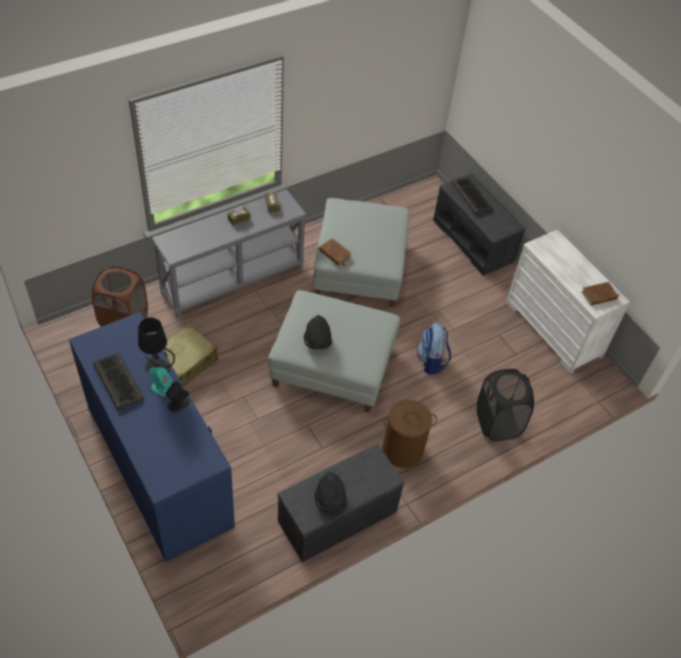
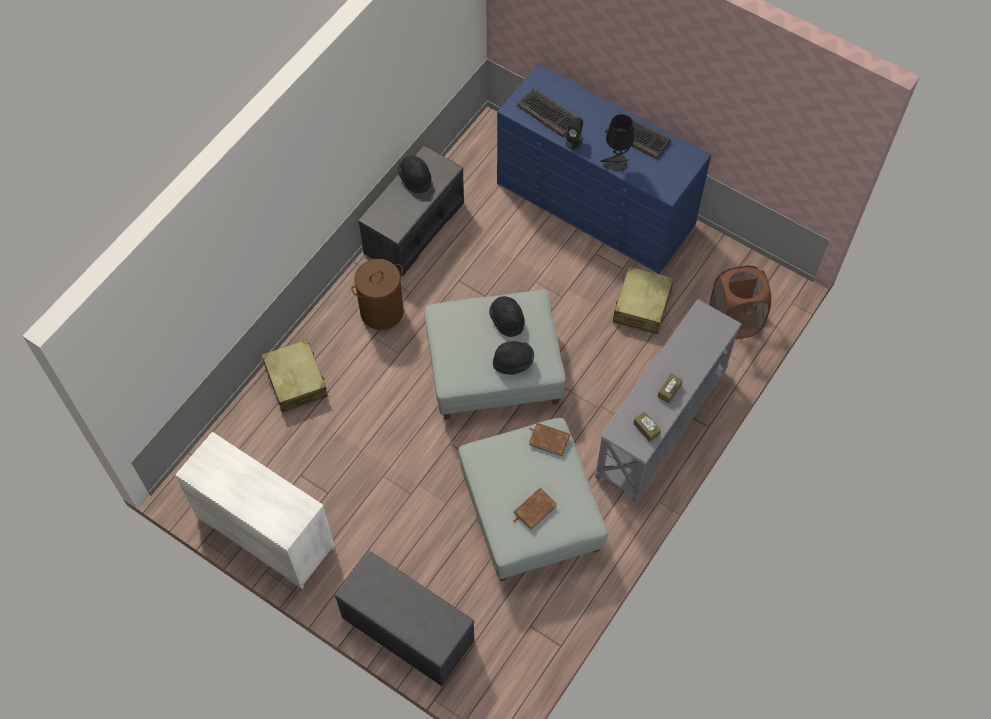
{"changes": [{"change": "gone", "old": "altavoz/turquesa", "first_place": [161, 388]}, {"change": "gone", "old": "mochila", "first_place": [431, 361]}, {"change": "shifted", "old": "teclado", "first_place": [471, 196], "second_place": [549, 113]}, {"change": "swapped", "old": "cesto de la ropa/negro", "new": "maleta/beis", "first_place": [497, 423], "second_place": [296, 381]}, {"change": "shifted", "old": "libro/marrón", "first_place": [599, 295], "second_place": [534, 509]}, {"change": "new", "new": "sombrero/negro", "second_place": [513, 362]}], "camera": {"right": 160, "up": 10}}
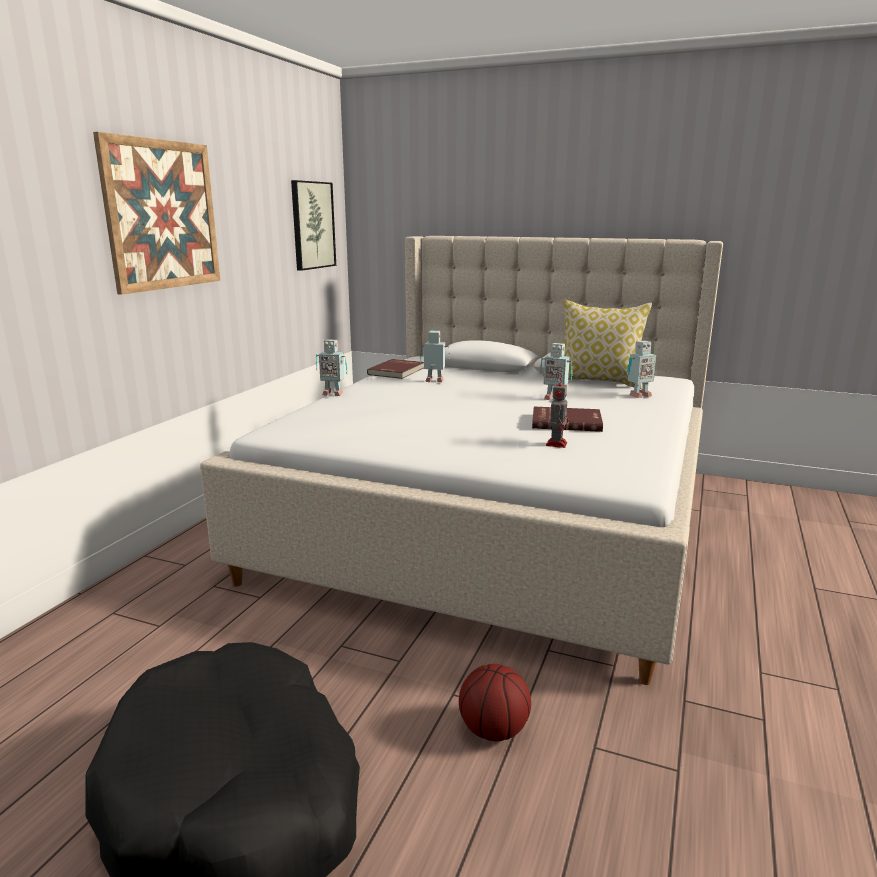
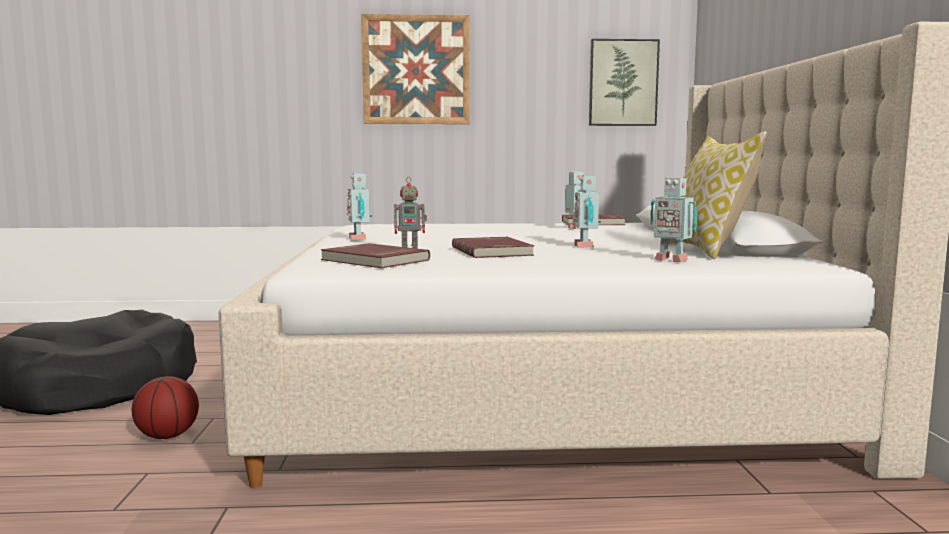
{"changes": [{"change": "shifted", "old": "robot de juguete", "first_place": [332, 394], "second_place": [359, 239]}, {"change": "new", "new": "libro/rojo", "second_place": [373, 260]}], "camera": {"right": 65, "up": -10}}
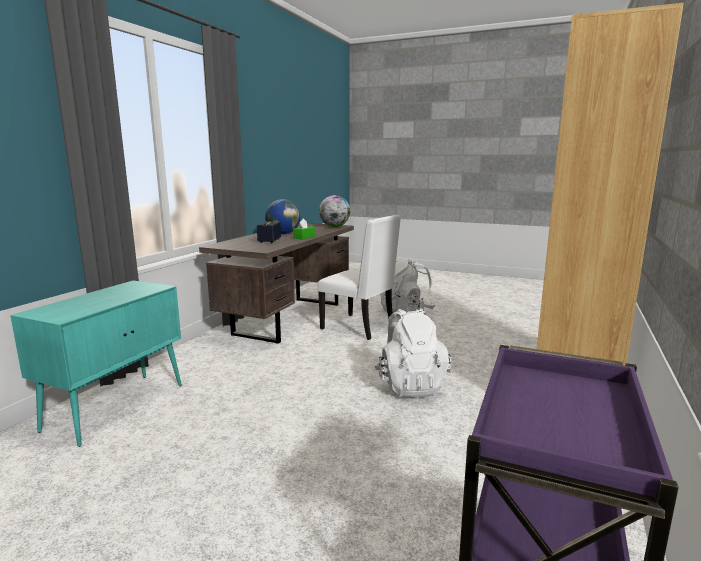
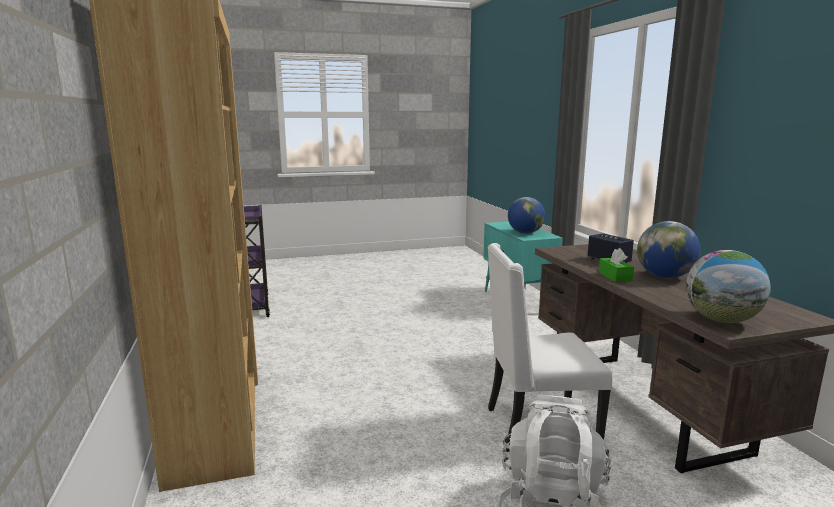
{"changes": [{"change": "gone", "old": "mochila/blanco", "first_place": [410, 385]}, {"change": "new", "new": "globo terráqueo", "second_place": [525, 233]}], "camera": {"right": 140, "up": 0}}
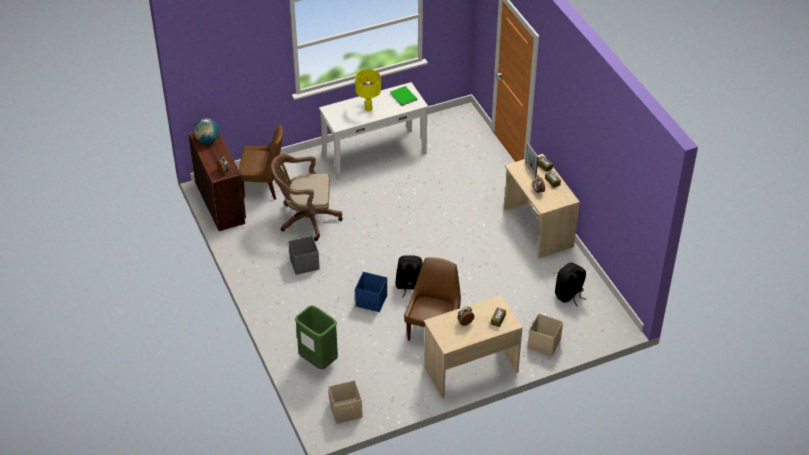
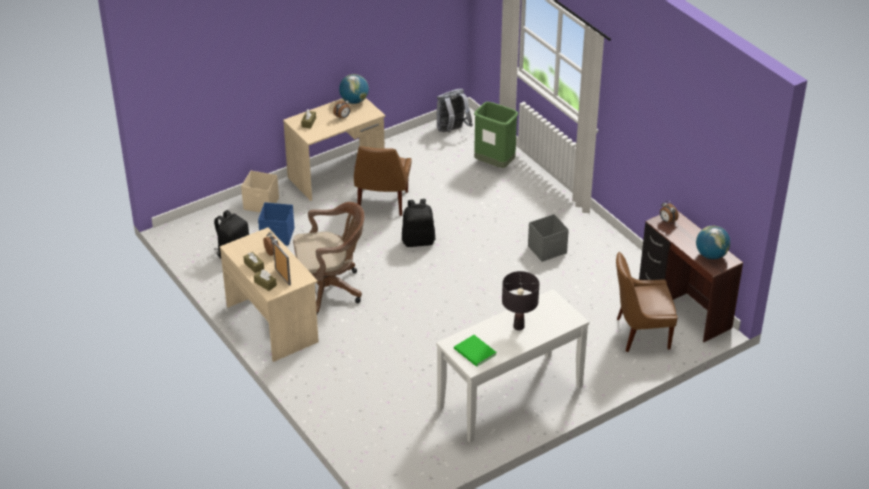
{"changes": [{"change": "shifted", "old": "silla de oficina/marrón", "first_place": [306, 219], "second_place": [329, 289]}, {"change": "swapped", "old": "caja de almacenaje/beis", "new": "mochila/gris", "first_place": [346, 411], "second_place": [452, 130]}, {"change": "repainted", "old": "lámpara de mesa/amarillo", "new": "lámpara de mesa/negro", "first_place": [368, 109], "second_place": [519, 326]}, {"change": "shifted", "old": "caja de almacenaje/azul", "first_place": [371, 300], "second_place": [278, 236]}, {"change": "new", "new": "globo terráqueo", "second_place": [354, 101]}], "camera": {"right": 170, "up": -5}}
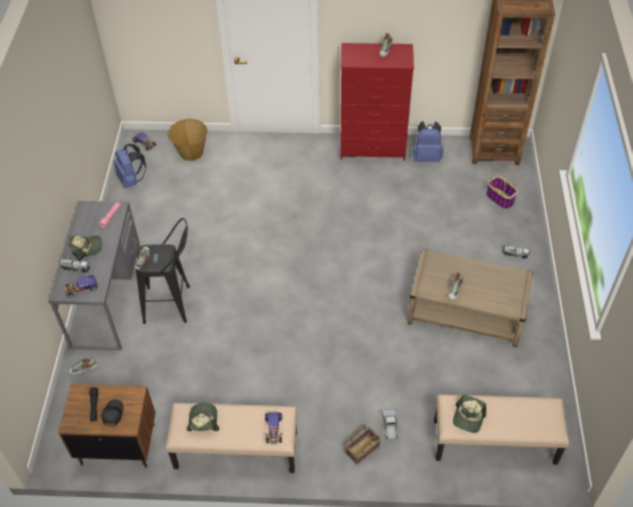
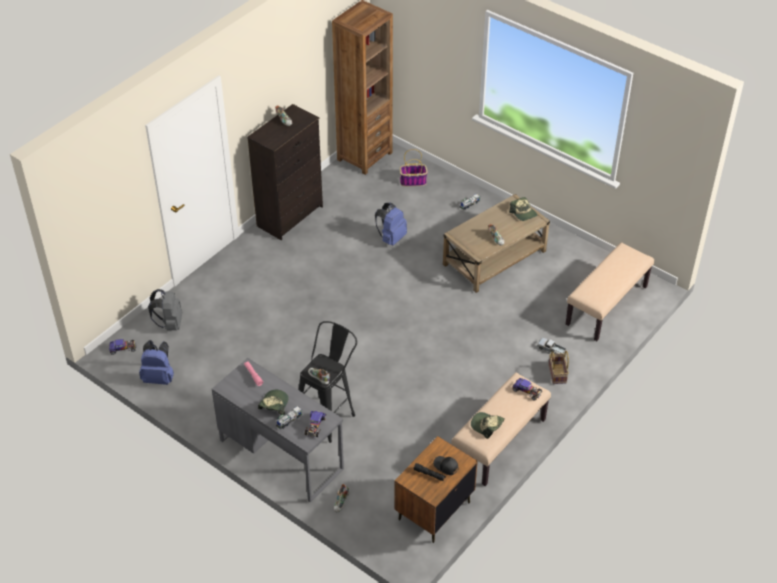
{"changes": [{"change": "swapped", "old": "cesta", "new": "mochila/gris", "first_place": [191, 152], "second_place": [169, 323]}, {"change": "repainted", "old": "cómoda/rojo", "new": "cómoda/negro", "first_place": [373, 149], "second_place": [291, 216]}, {"change": "shifted", "old": "mochila/azul", "first_place": [426, 157], "second_place": [391, 238]}, {"change": "shifted", "old": "gorra", "first_place": [468, 417], "second_place": [523, 213]}], "camera": {"right": -55, "up": -5}}
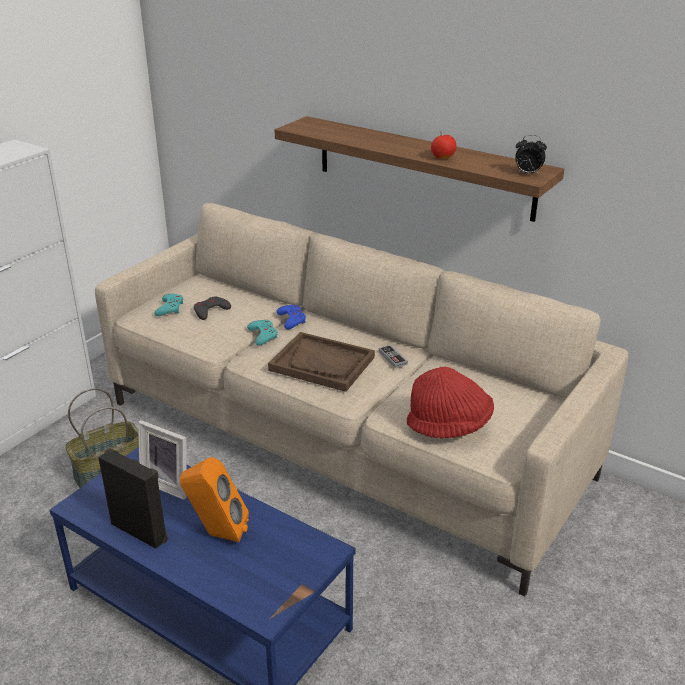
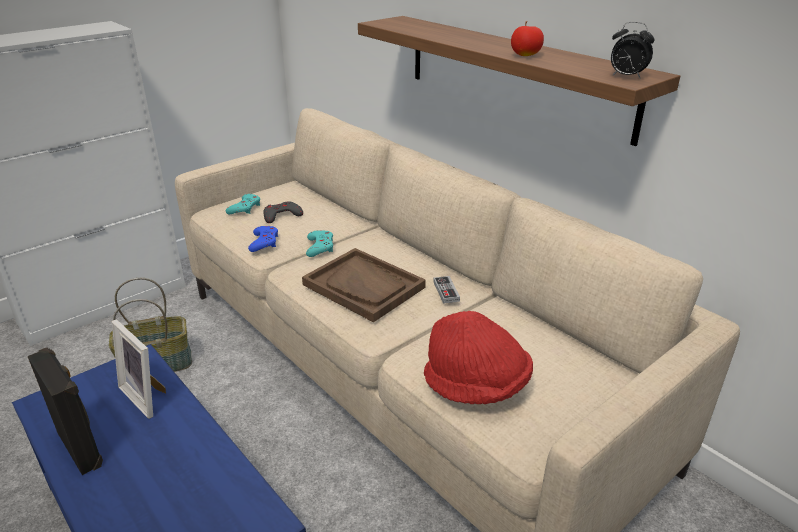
{"changes": [{"change": "gone", "old": "altavoz/naranja", "first_place": [217, 534]}, {"change": "shifted", "old": "mando de consola/azul", "first_place": [291, 320], "second_place": [264, 242]}], "camera": {"right": 15, "up": 0}}
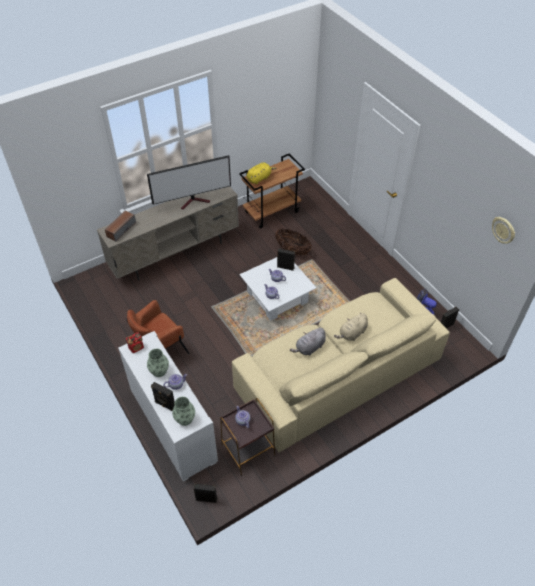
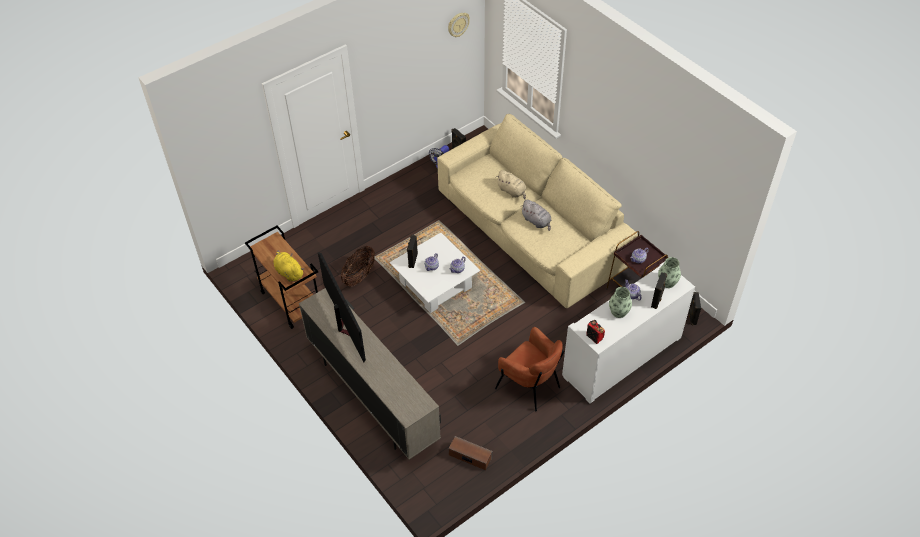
{"changes": [{"change": "shifted", "old": "altavoz", "first_place": [121, 229], "second_place": [470, 457]}], "camera": {"right": -95, "up": 0}}
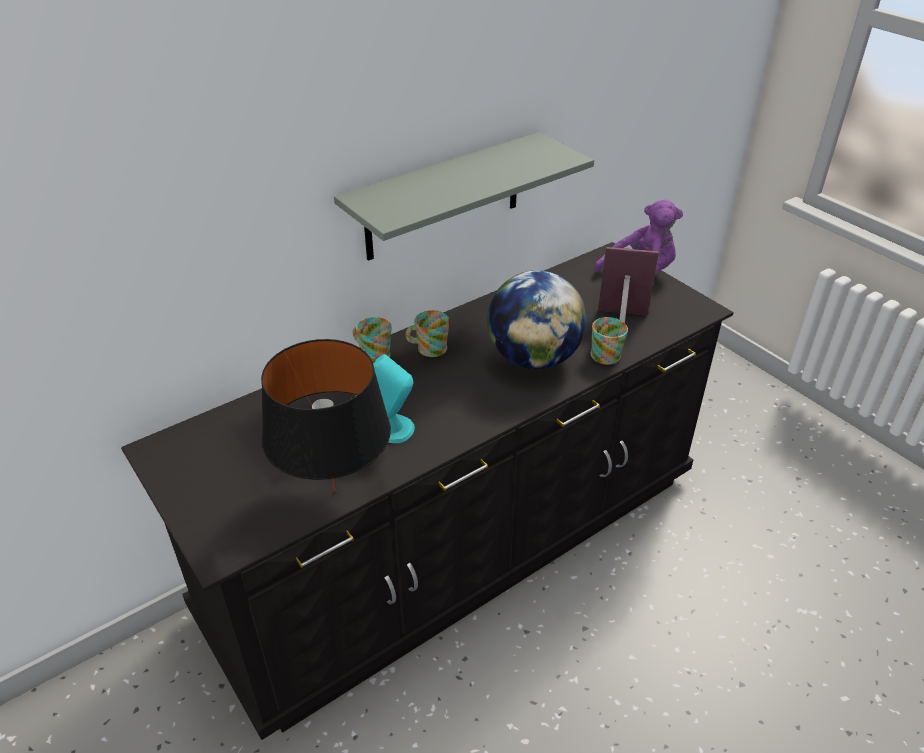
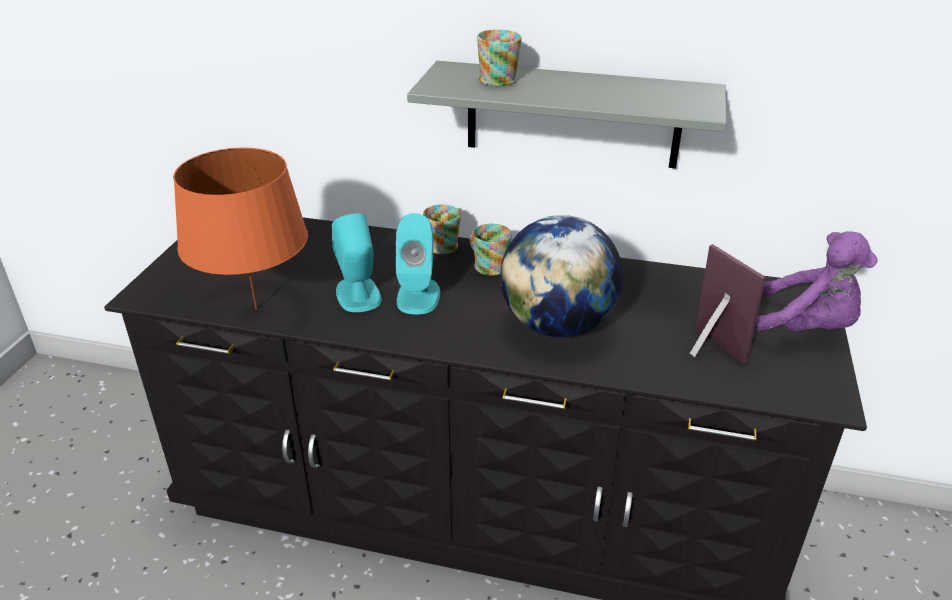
{"changes": [{"change": "repainted", "old": "lámpara de mesa/negro", "new": "lámpara de mesa/naranja", "first_place": [335, 490], "second_place": [256, 308]}, {"change": "shifted", "old": "taza grande", "first_place": [603, 353], "second_place": [501, 78]}, {"change": "new", "new": "altavoz/turquesa", "second_place": [418, 296]}], "camera": {"right": 50, "up": -5}}
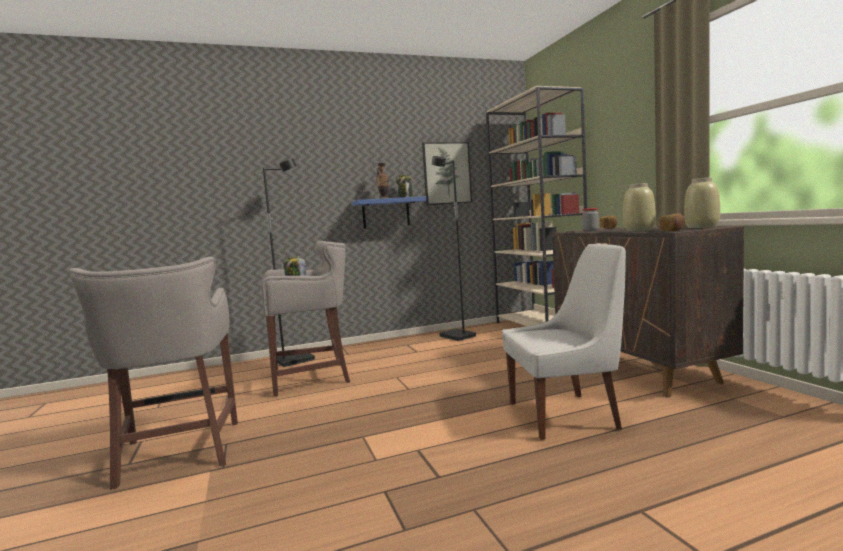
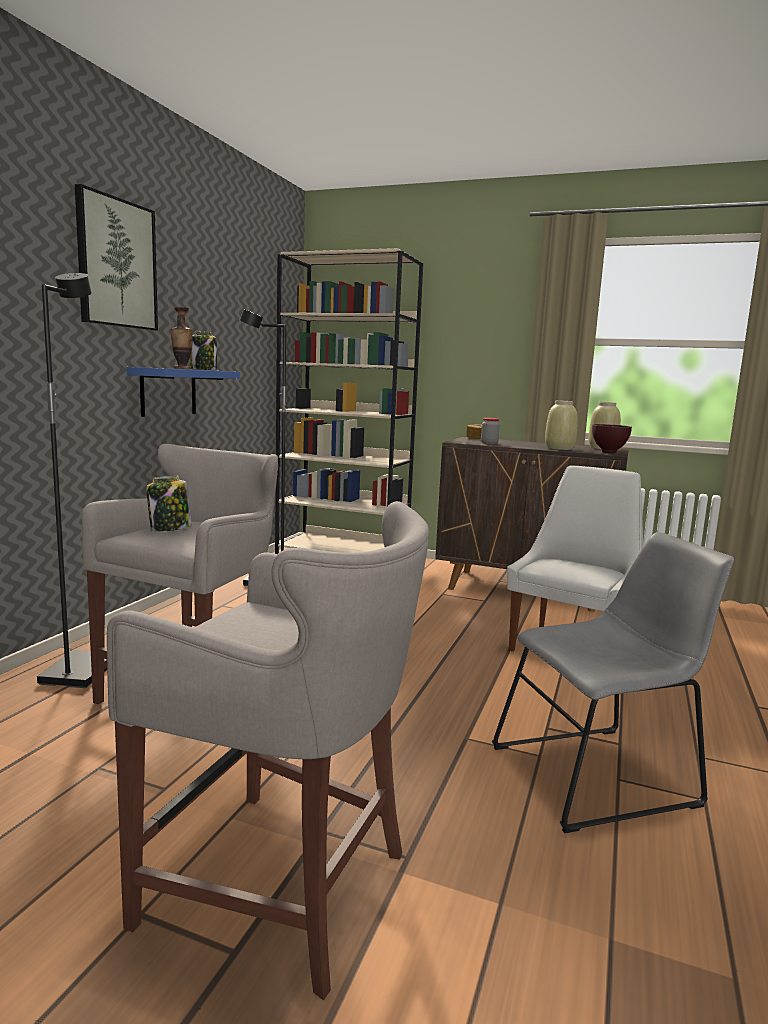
{"changes": [{"change": "shifted", "old": "cuadro", "first_place": [446, 173], "second_place": [116, 263]}, {"change": "swapped", "old": "pan", "new": "cuenco/marrón", "first_place": [673, 230], "second_place": [608, 452]}, {"change": "new", "new": "silla/gris", "second_place": [600, 774]}], "camera": {"right": -50, "up": 5}}
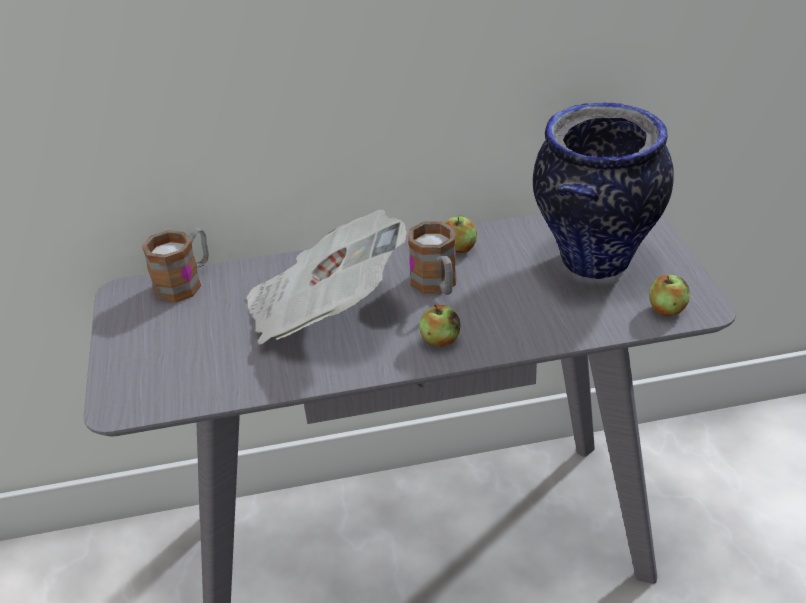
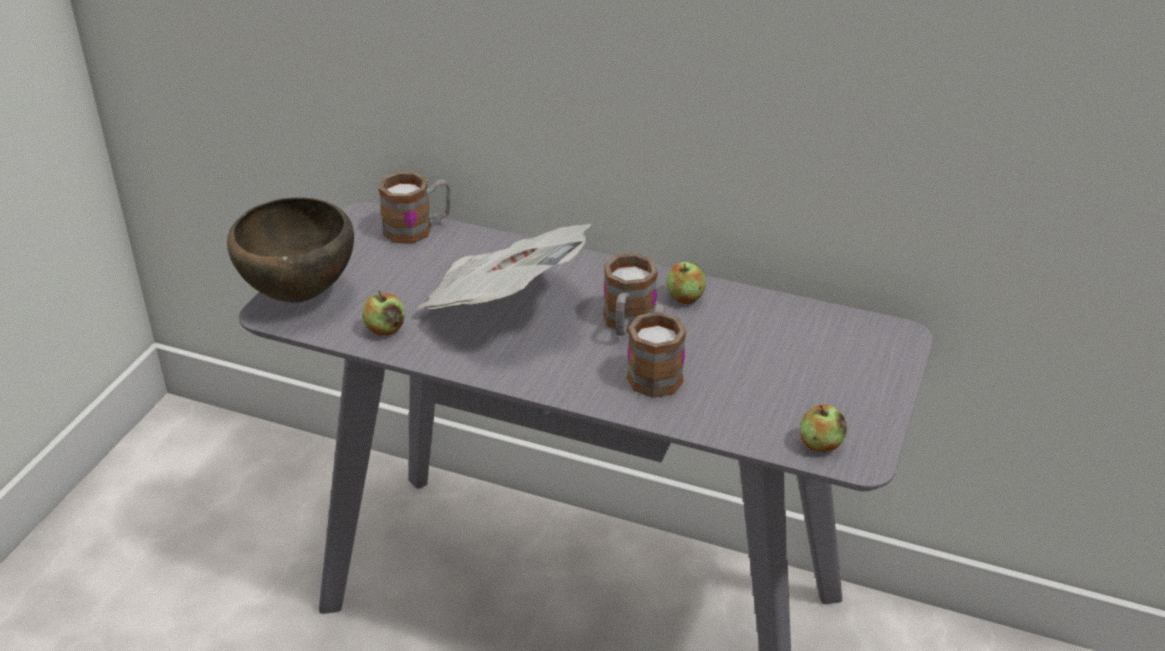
{"changes": [{"change": "shifted", "old": "manzana", "first_place": [440, 340], "second_place": [385, 329]}, {"change": "gone", "old": "florero", "first_place": [595, 263]}, {"change": "new", "new": "cuenco/marrón", "second_place": [298, 295]}, {"change": "new", "new": "taza grande", "second_place": [655, 371]}], "camera": {"right": 30, "up": 0}}
